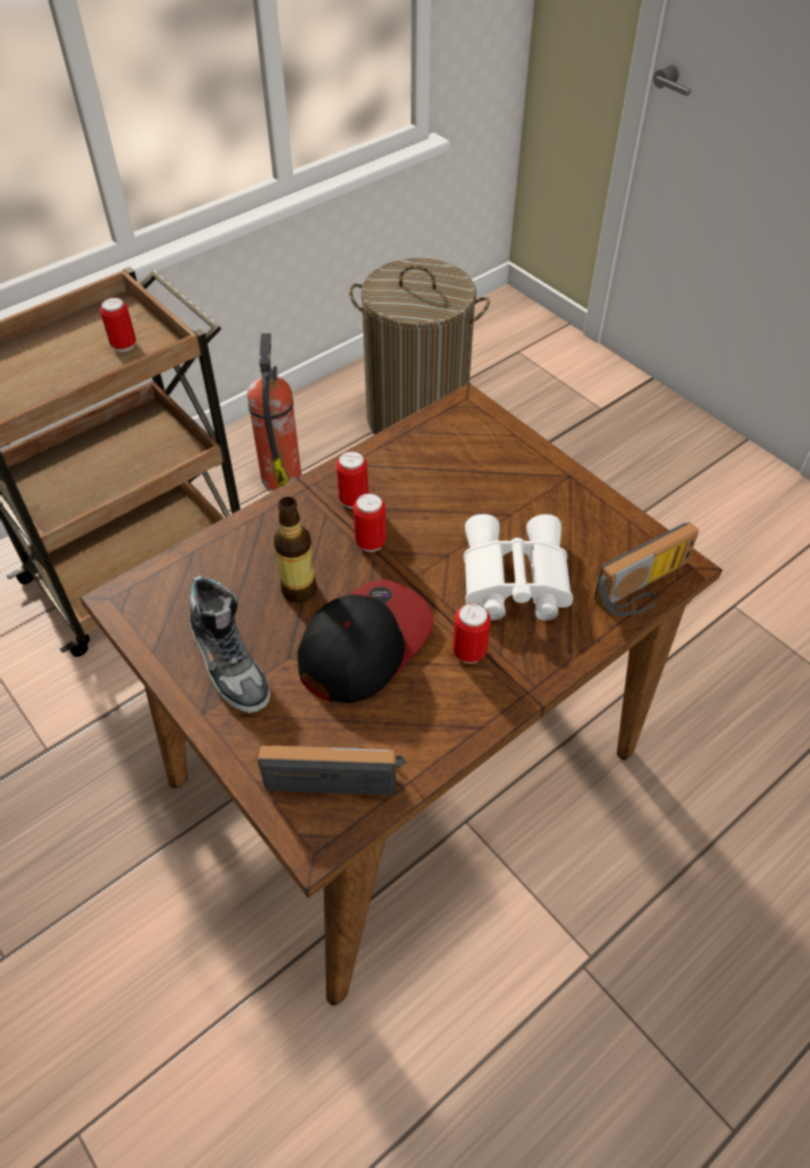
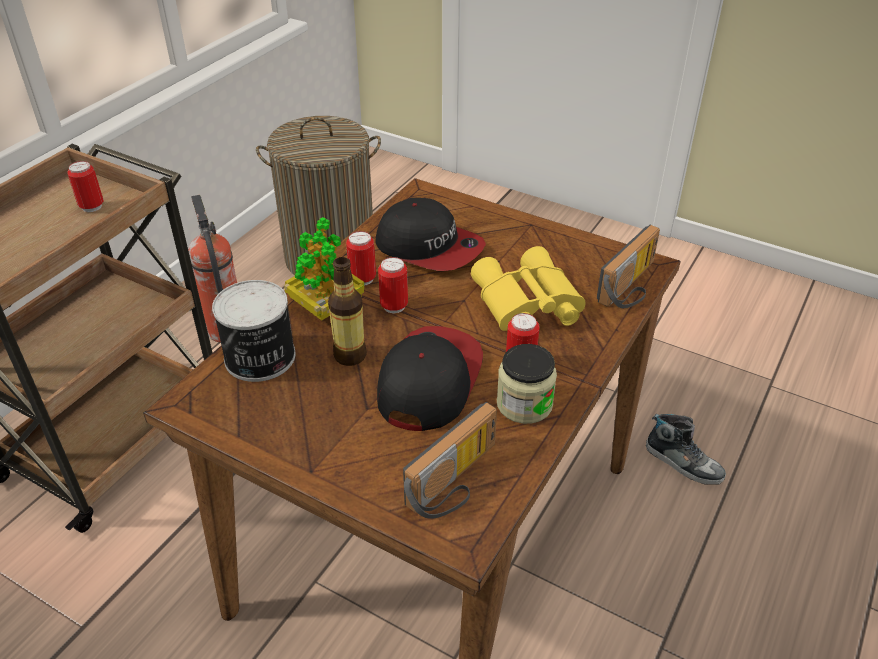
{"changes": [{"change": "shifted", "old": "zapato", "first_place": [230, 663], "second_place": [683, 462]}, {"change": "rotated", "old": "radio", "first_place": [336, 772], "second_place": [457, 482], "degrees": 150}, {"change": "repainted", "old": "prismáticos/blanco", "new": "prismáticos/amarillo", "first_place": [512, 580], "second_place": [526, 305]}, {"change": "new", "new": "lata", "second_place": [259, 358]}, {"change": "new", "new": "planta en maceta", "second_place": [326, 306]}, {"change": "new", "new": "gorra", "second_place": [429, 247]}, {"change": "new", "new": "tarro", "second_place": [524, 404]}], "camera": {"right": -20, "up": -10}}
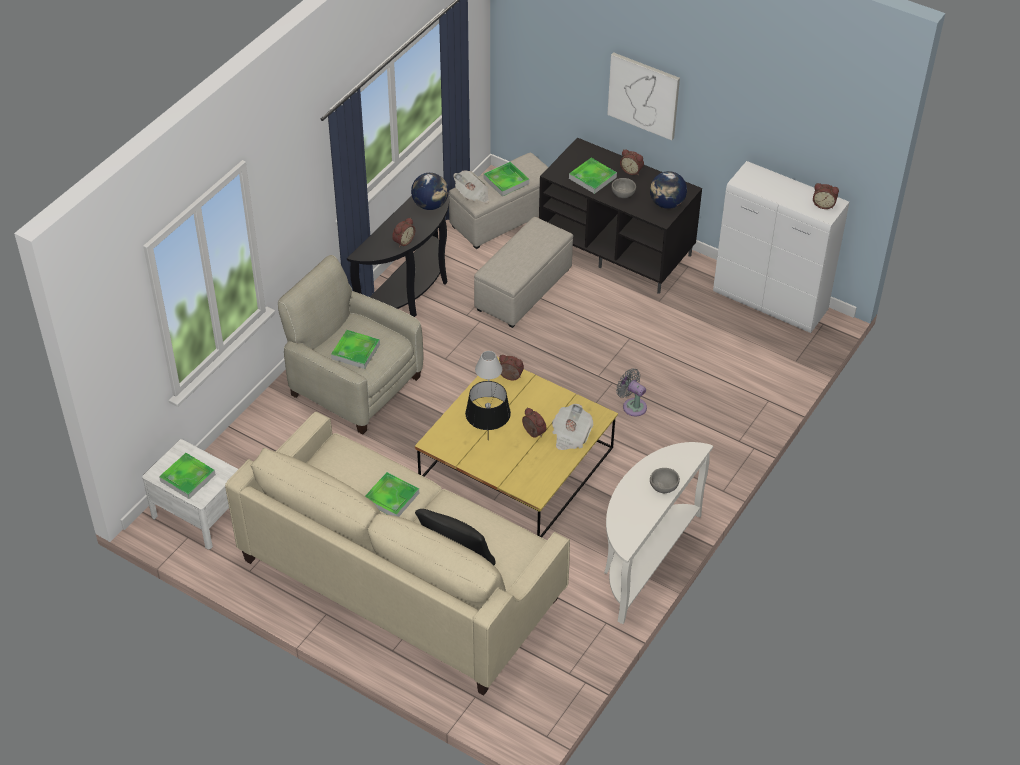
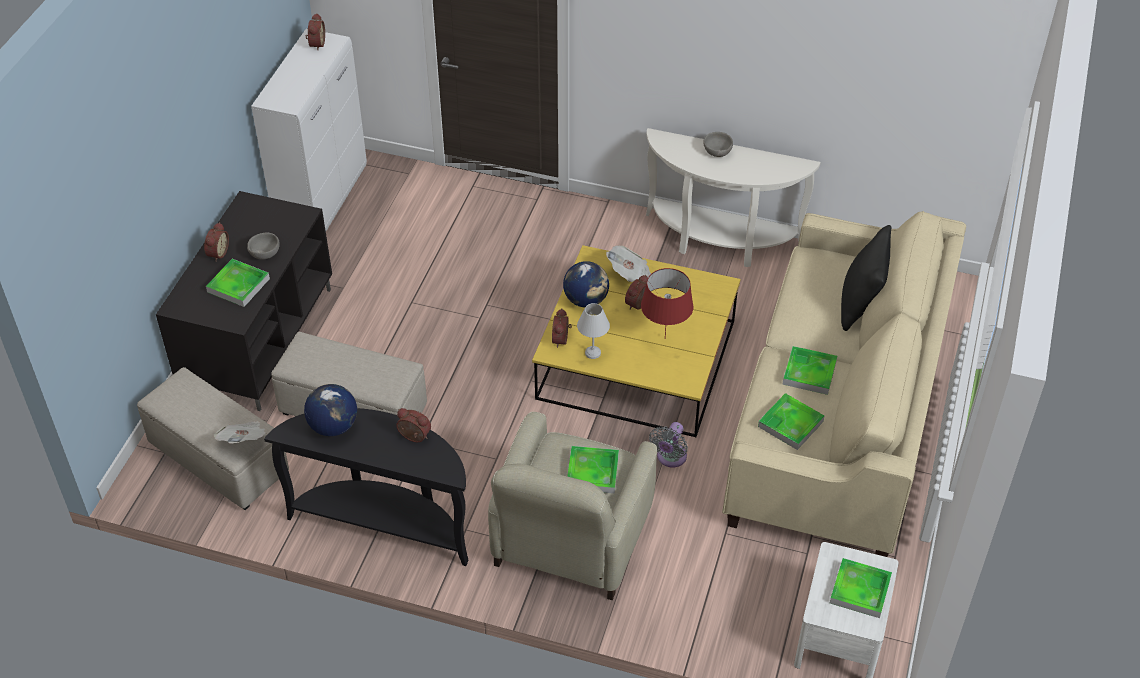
{"changes": [{"change": "repainted", "old": "lámpara de mesa/negro", "new": "lámpara de mesa/rojo", "first_place": [488, 440], "second_place": [665, 338]}, {"change": "shifted", "old": "bandeja", "first_place": [506, 181], "second_place": [790, 424]}, {"change": "gone", "old": "cuadro", "first_place": [644, 95]}, {"change": "shifted", "old": "ventilador/gris", "first_place": [632, 406], "second_place": [670, 458]}, {"change": "shifted", "old": "globo terráqueo", "first_place": [667, 204], "second_place": [586, 300]}], "camera": {"right": -105, "up": 0}}
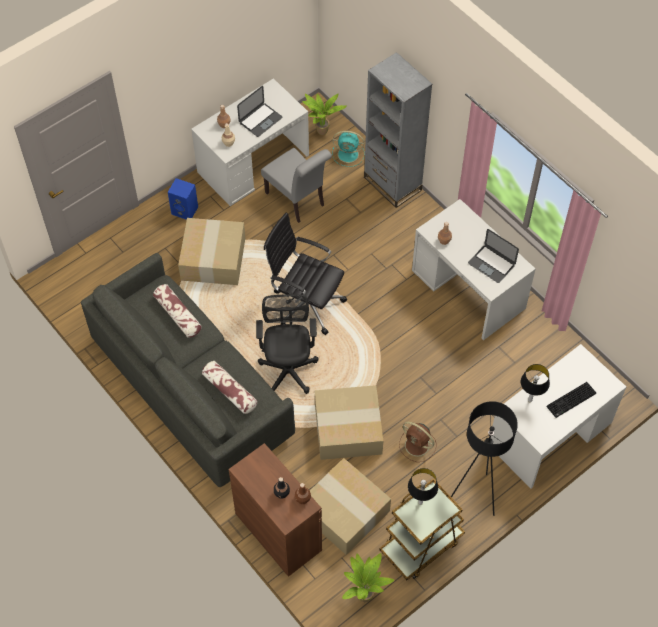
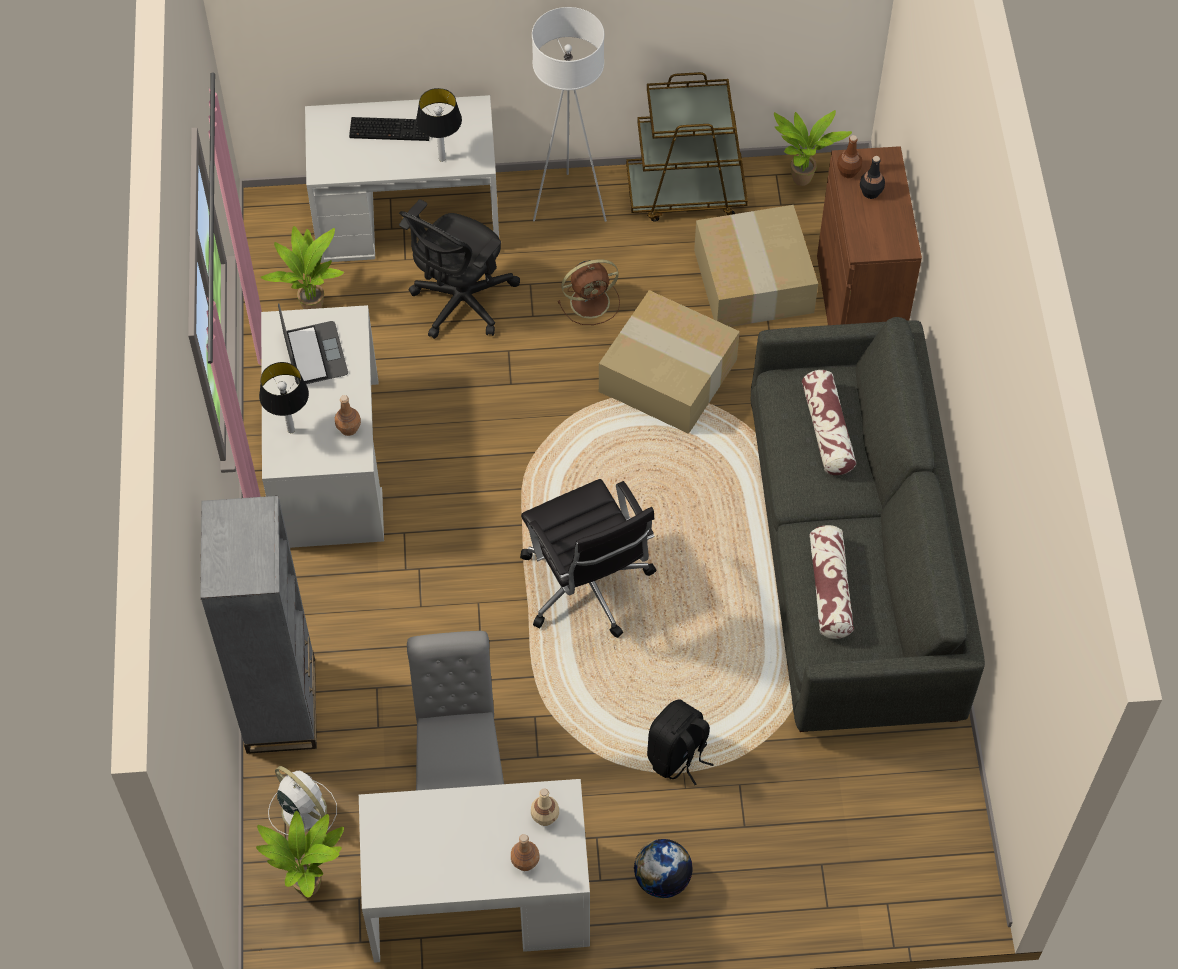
{"changes": [{"change": "swapped", "old": "altavoz/azul", "new": "globo terráqueo", "first_place": [185, 210], "second_place": [662, 879]}, {"change": "swapped", "old": "caja de cartón", "new": "mochila/negro", "first_place": [212, 258], "second_place": [678, 756]}, {"change": "gone", "old": "portátil", "first_place": [260, 120]}, {"change": "shifted", "old": "silla de oficina/negro", "first_place": [288, 369], "second_place": [460, 304]}, {"change": "repainted", "old": "ventilador/turquesa", "new": "ventilador/blanco", "first_place": [349, 154], "second_place": [302, 809]}, {"change": "rotated", "old": "ventilador/marrón", "first_place": [418, 446], "second_place": [591, 302], "degrees": 90}, {"change": "shifted", "old": "lámpara de mesa", "first_place": [420, 502], "second_place": [291, 430]}, {"change": "repainted", "old": "lámpara de pie/negro", "new": "lámpara de pie/blanco", "first_place": [475, 496], "second_place": [570, 205]}, {"change": "new", "new": "planta en maceta", "second_place": [312, 305]}], "camera": {"right": -145, "up": 0}}
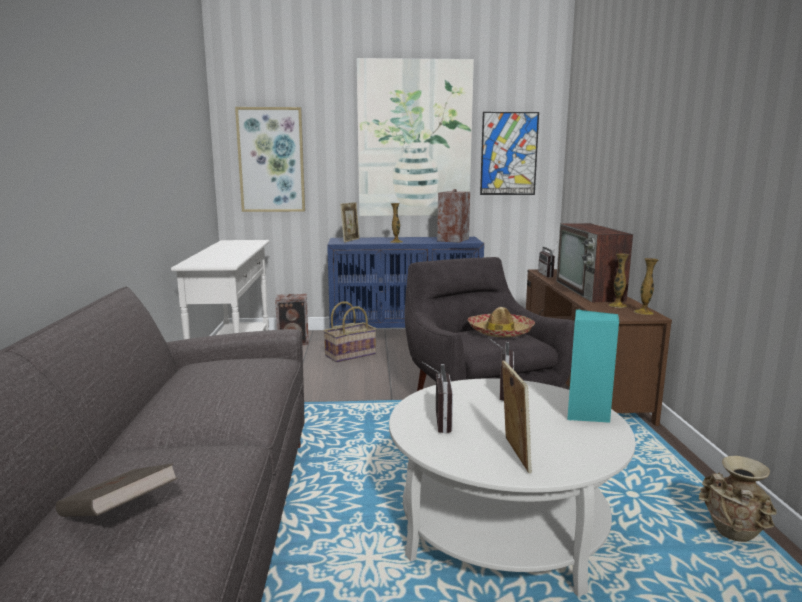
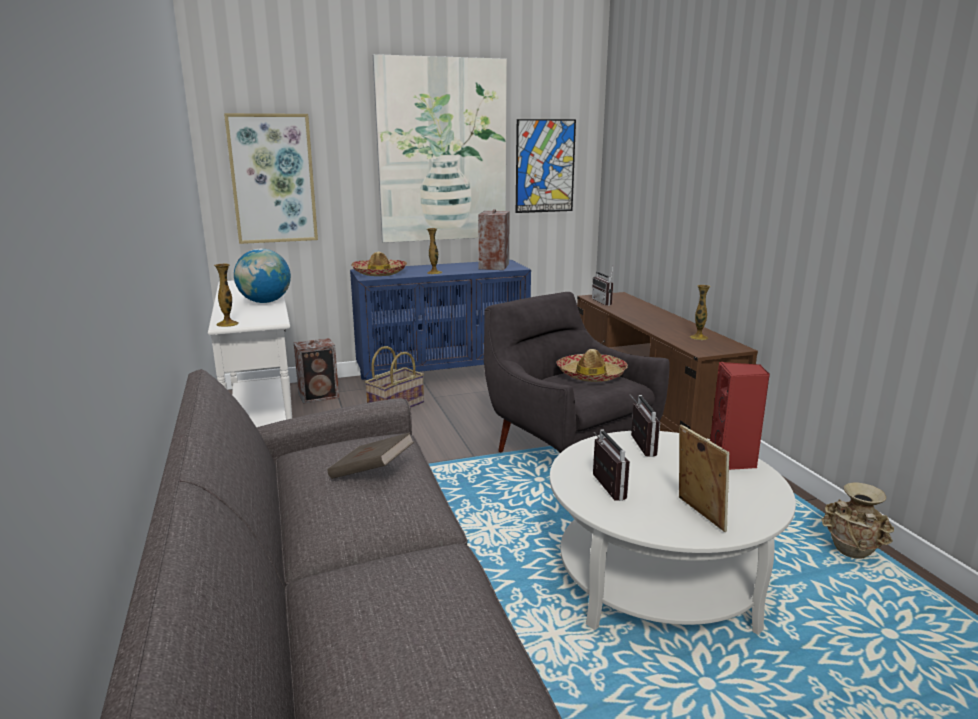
{"changes": [{"change": "shifted", "old": "libro/marrón", "first_place": [118, 515], "second_place": [371, 473]}, {"change": "swapped", "old": "portarretratos", "new": "sombrero", "first_place": [350, 240], "second_place": [379, 273]}, {"change": "gone", "old": "televisor", "first_place": [590, 291]}, {"change": "repainted", "old": "altavoz/turquesa", "new": "altavoz/rojo", "first_place": [588, 414], "second_place": [732, 461]}, {"change": "shifted", "old": "florero", "first_place": [643, 312], "second_place": [227, 324]}, {"change": "new", "new": "globo terráqueo", "second_place": [265, 302]}], "camera": {"right": -15, "up": 5}}
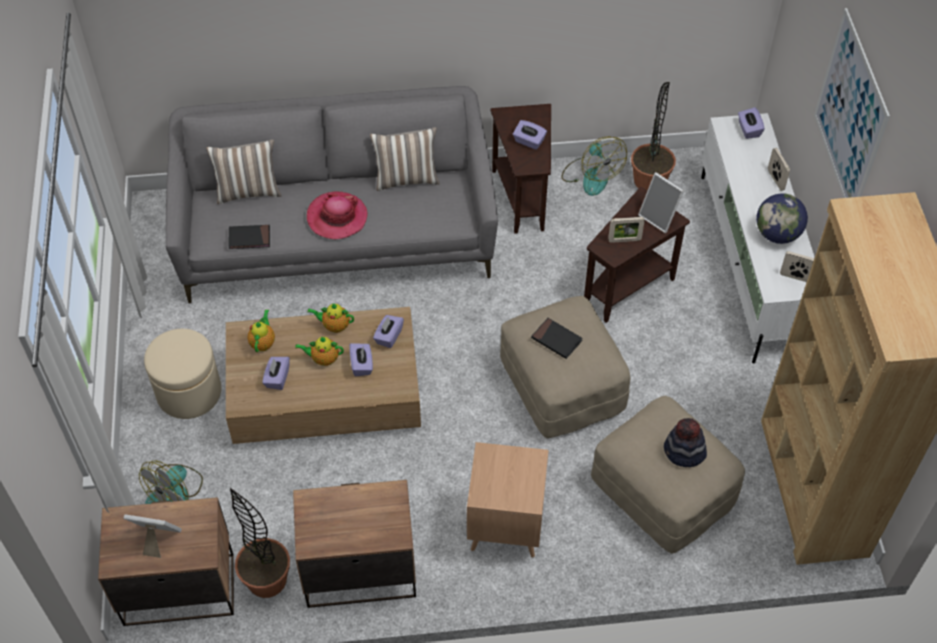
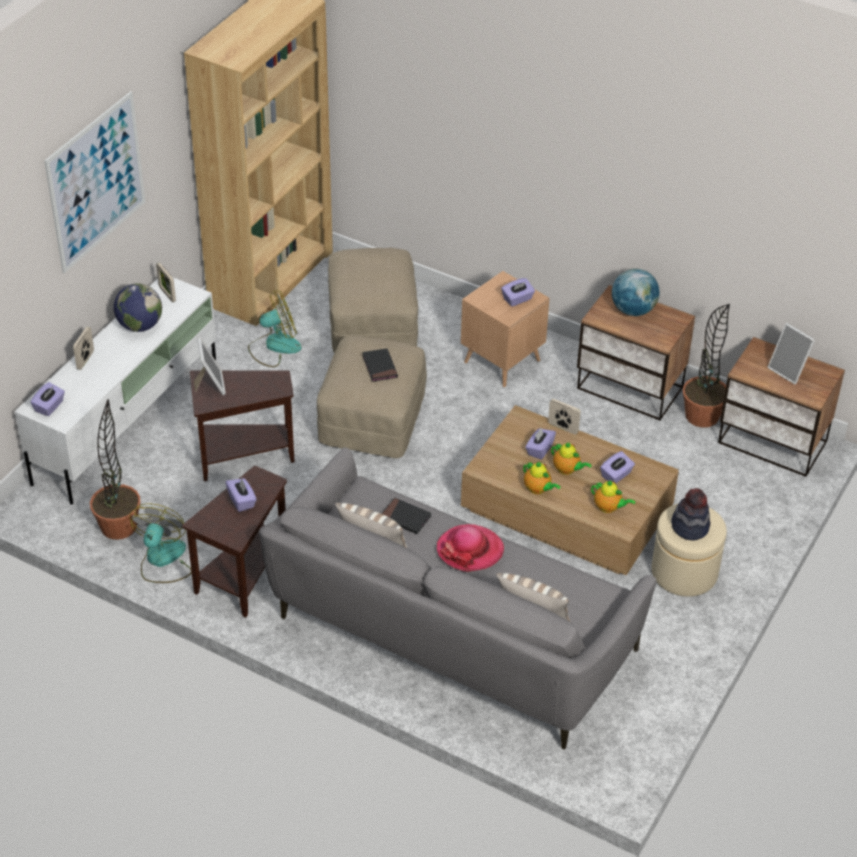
{"changes": [{"change": "shifted", "old": "ventilador", "first_place": [175, 492], "second_place": [274, 346]}, {"change": "shifted", "old": "libro/negro", "first_place": [249, 238], "second_place": [405, 518]}, {"change": "rotated", "old": "tetera", "first_place": [263, 342], "second_place": [609, 508], "degrees": -105}, {"change": "shifted", "old": "caja de pañuelos/morado", "first_place": [388, 336], "second_place": [517, 299]}, {"change": "shifted", "old": "portarretratos", "first_place": [624, 240], "second_place": [563, 428]}, {"change": "shifted", "old": "sombrero", "first_place": [684, 452], "second_place": [690, 526]}, {"change": "new", "new": "globo terráqueo", "second_place": [633, 310]}], "camera": {"right": -145, "up": -10}}
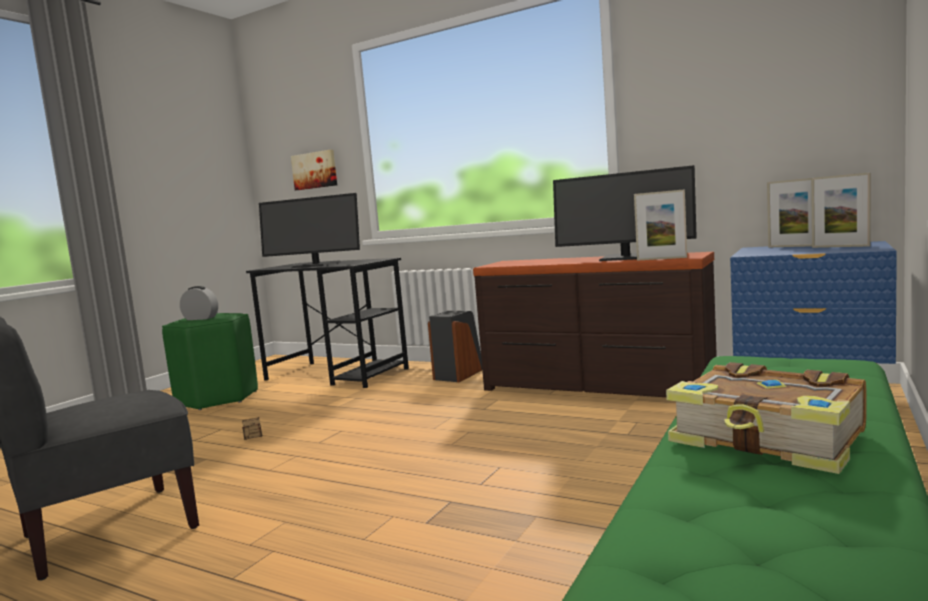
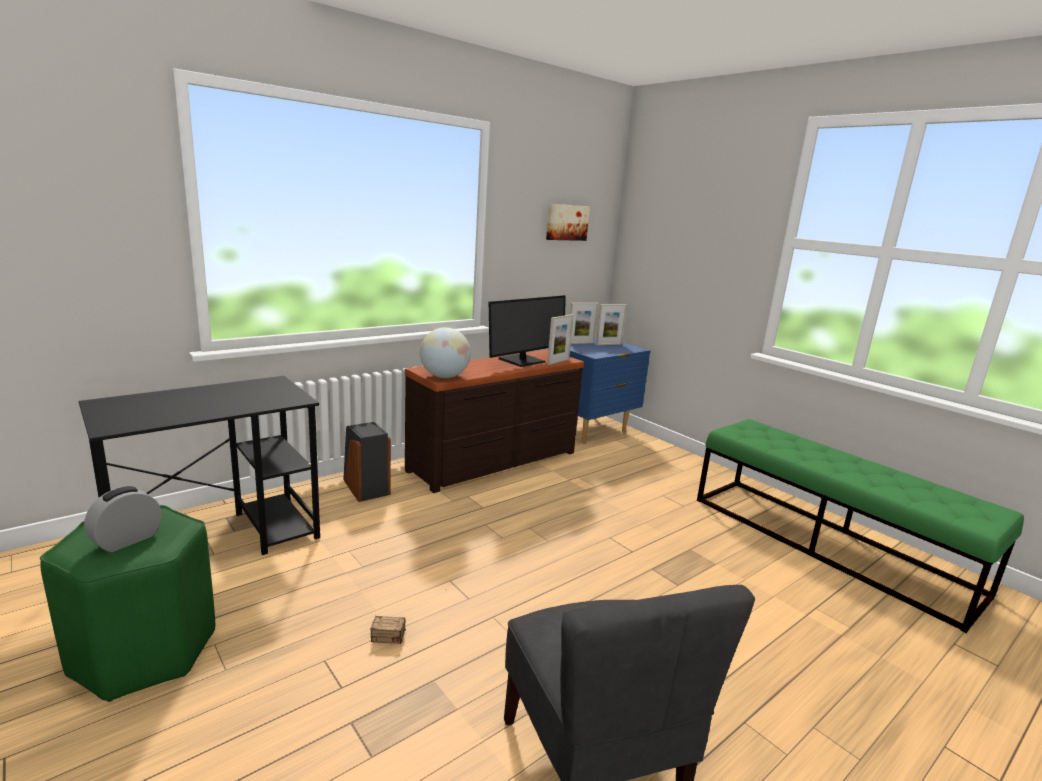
{"changes": [{"change": "gone", "old": "monitor", "first_place": [315, 265]}, {"change": "shifted", "old": "cuadro", "first_place": [315, 170], "second_place": [566, 222]}, {"change": "gone", "old": "libro", "first_place": [770, 440]}, {"change": "new", "new": "globo terráqueo", "second_place": [444, 377]}], "camera": {"right": -70, "up": 10}}
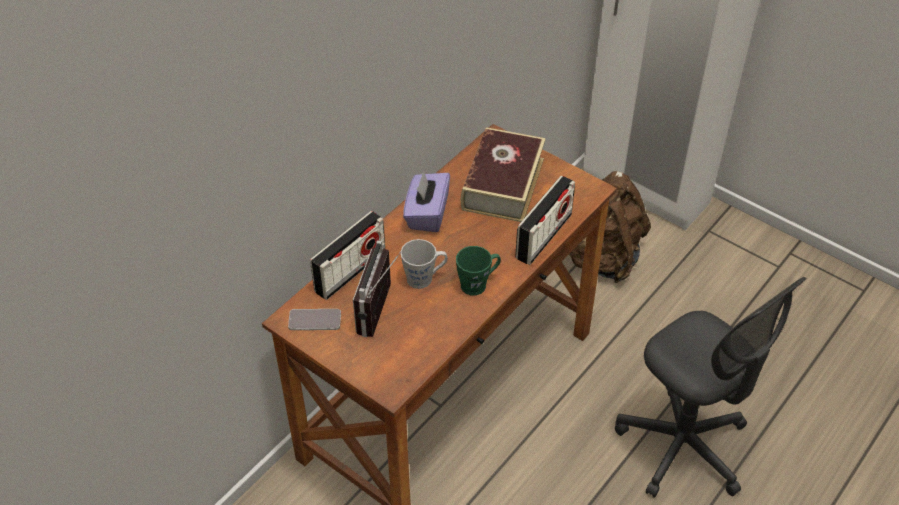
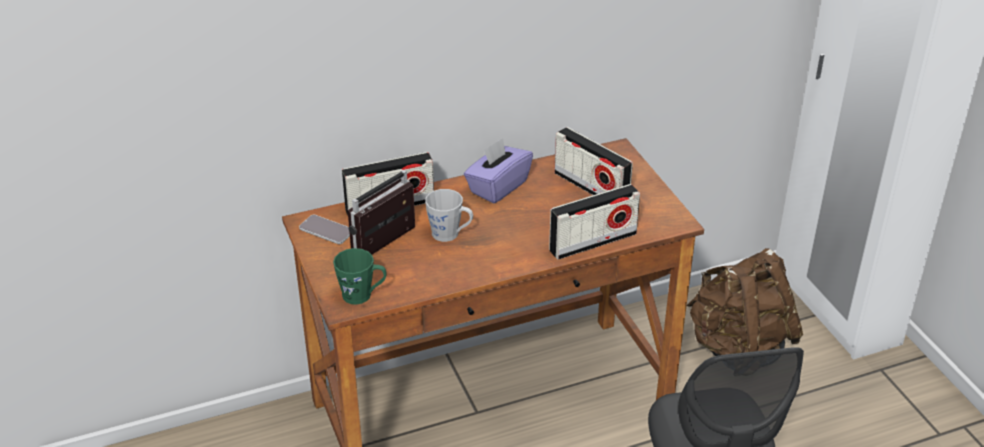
{"changes": [{"change": "shifted", "old": "taza grande/verde", "first_place": [478, 284], "second_place": [362, 295]}, {"change": "swapped", "old": "libro", "new": "radio", "first_place": [503, 184], "second_place": [591, 187]}], "camera": {"right": 30, "up": -10}}
